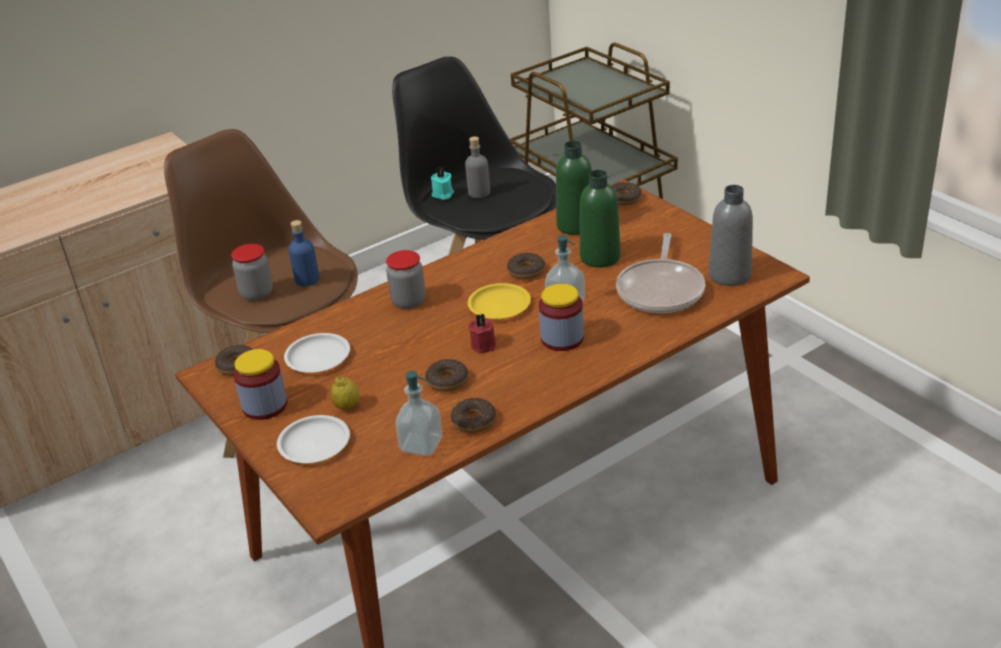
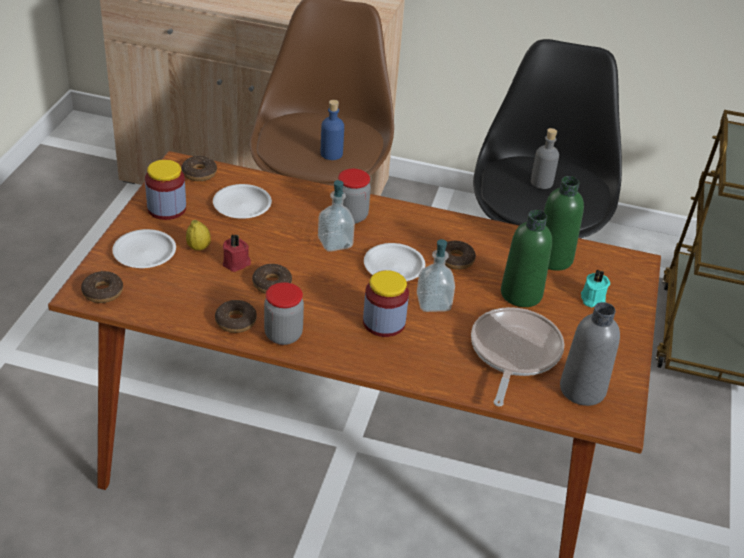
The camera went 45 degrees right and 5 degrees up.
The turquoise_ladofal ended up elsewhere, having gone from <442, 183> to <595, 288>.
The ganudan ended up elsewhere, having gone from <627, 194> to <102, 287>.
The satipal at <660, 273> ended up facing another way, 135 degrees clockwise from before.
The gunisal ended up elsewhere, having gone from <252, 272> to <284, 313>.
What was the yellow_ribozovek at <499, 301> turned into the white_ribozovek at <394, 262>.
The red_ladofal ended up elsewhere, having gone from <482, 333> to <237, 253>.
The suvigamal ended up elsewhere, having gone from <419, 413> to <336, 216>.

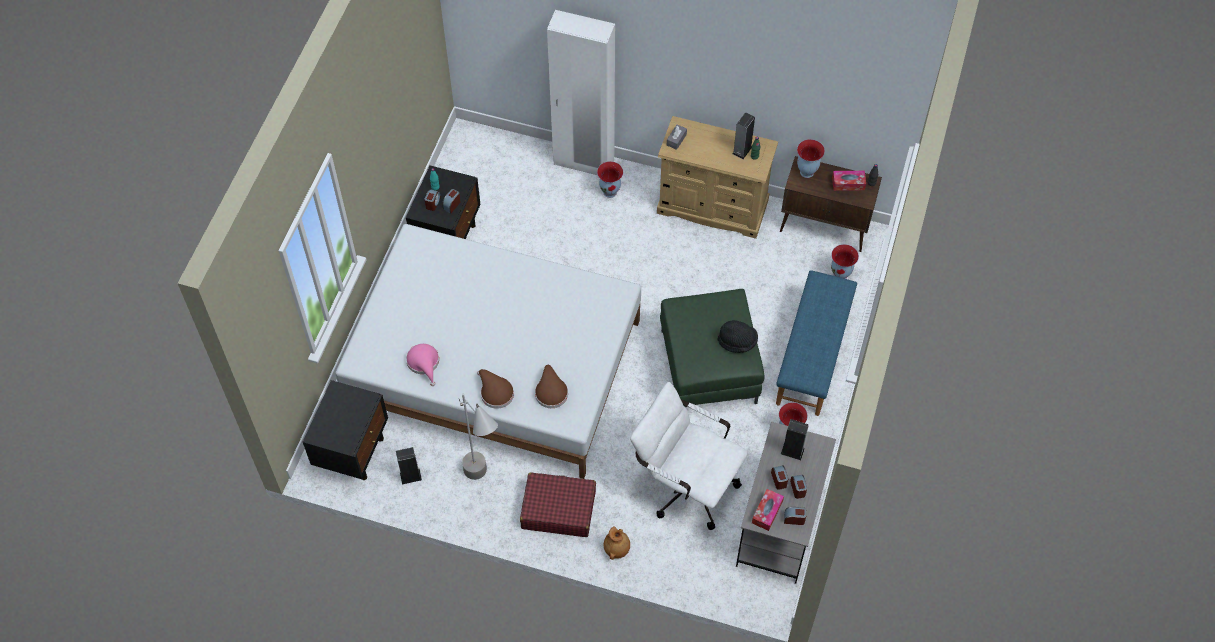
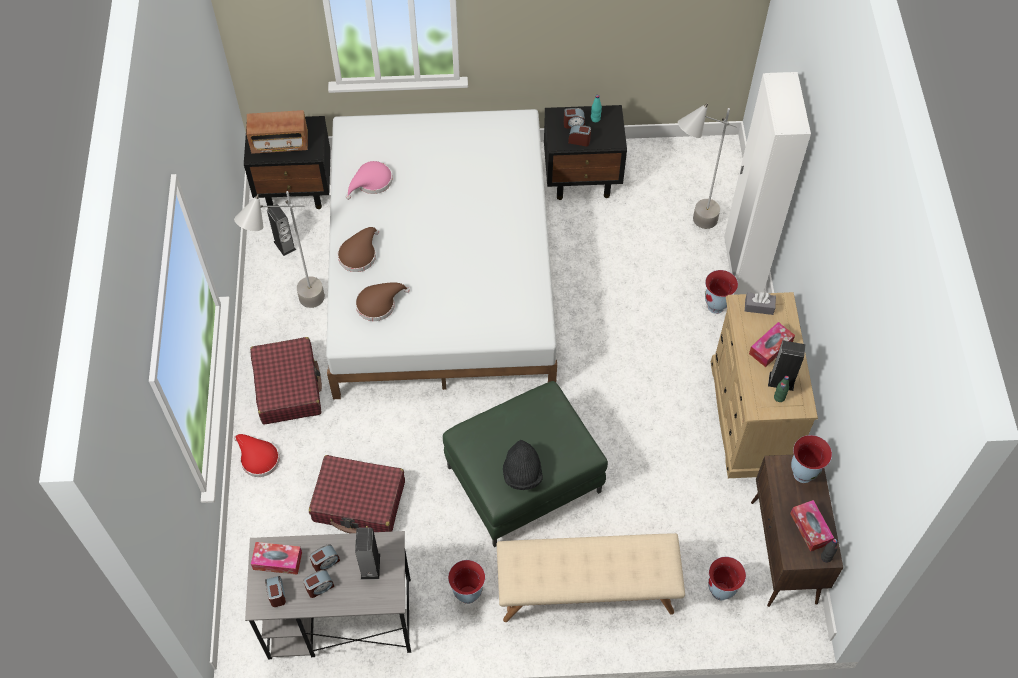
The camera went 70 degrees right and 0 degrees up.
What was the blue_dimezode at <816, 343> turned into the beige_dimezode at <591, 577>.
Where the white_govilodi stood at <689, 456>, the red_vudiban came to stand at <357, 494>.
Where the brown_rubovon stood at <617, 543>, the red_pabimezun came to stand at <257, 455>.
The second view gained the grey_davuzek at <707, 166>.
The second view gained the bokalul at <277, 132>.
The second view gained the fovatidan at <772, 344>.

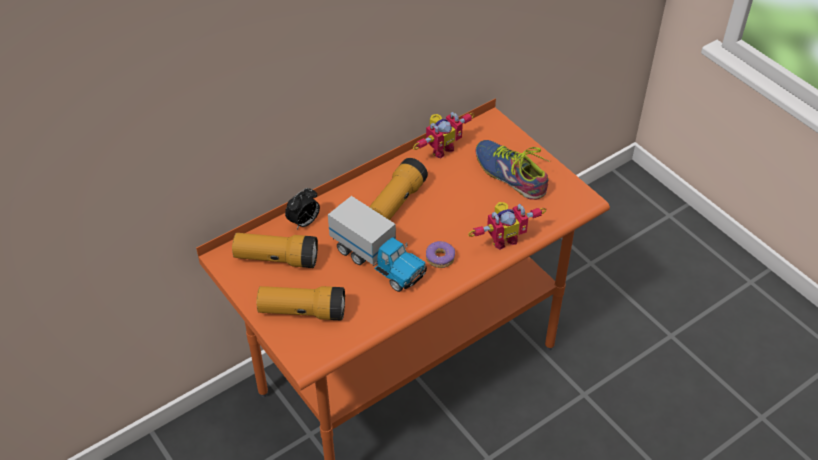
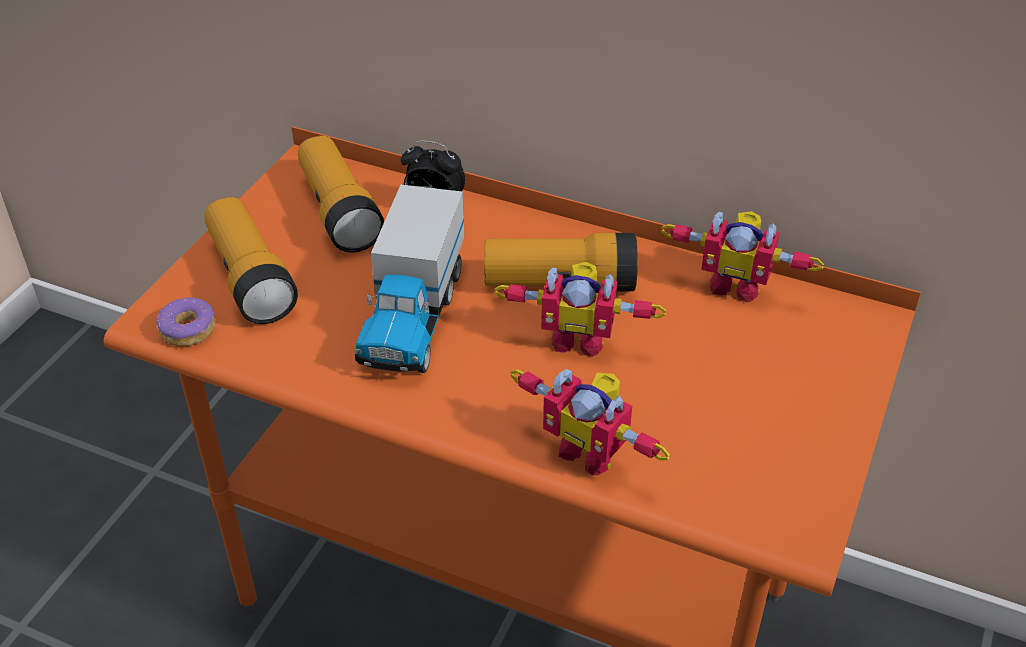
The camera went 60 degrees right and 5 degrees down.
The second view lost the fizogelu at <513, 170>.
The ganudan ended up elsewhere, having gone from <440, 254> to <186, 321>.
The second view gained the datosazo at <580, 309>.

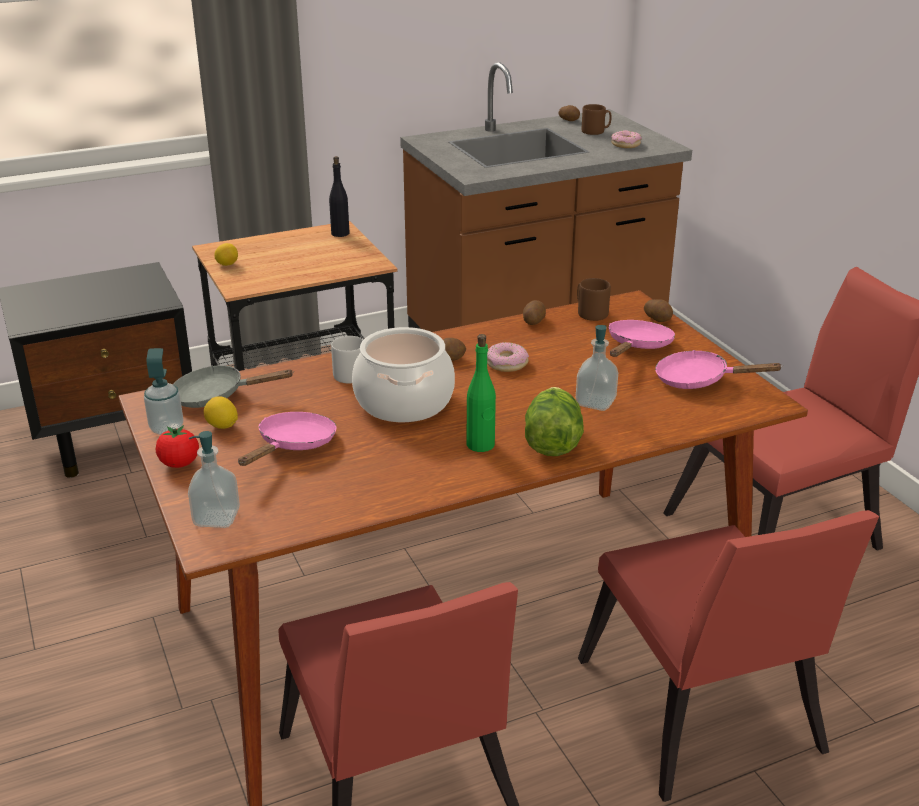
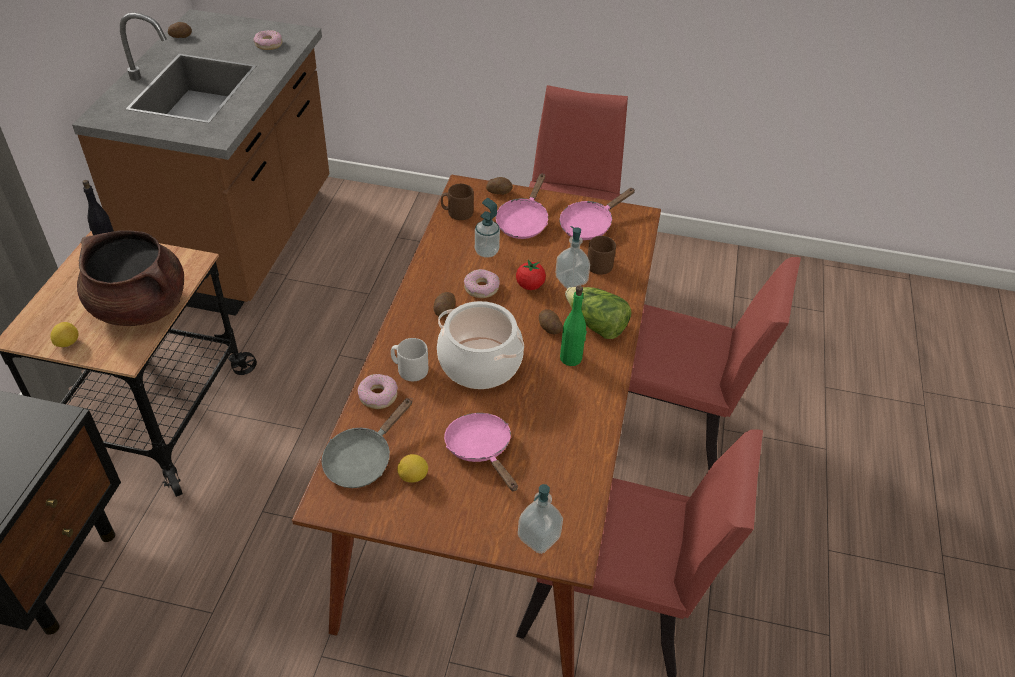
The camera went 55 degrees left and 15 degrees up.
The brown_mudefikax ended up elsewhere, having gone from <596, 119> to <601, 255>.
The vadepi ended up elsewhere, having gone from <534, 312> to <551, 321>.
The pink_satipal at <642, 338> ended up facing another way, 135 degrees counterclockwise from before.
The suvigamal ended up elsewhere, having gone from <163, 391> to <487, 228>.
The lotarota ended up elsewhere, having gone from <177, 446> to <531, 275>.
The second view gained the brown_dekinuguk at <130, 278>.
The second view gained the ganudan at <378, 391>.

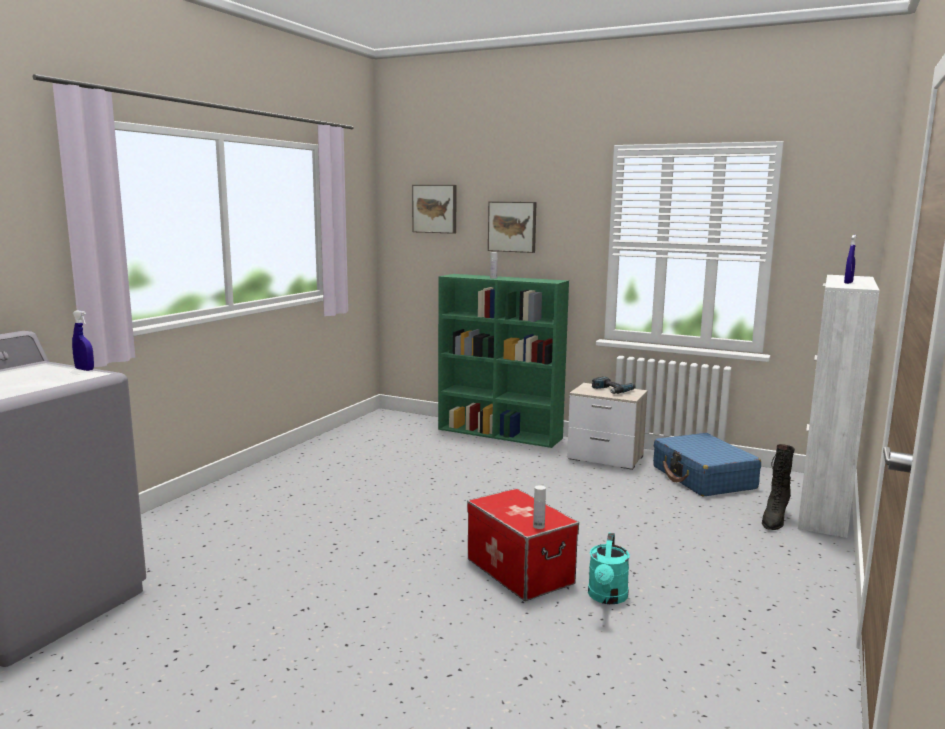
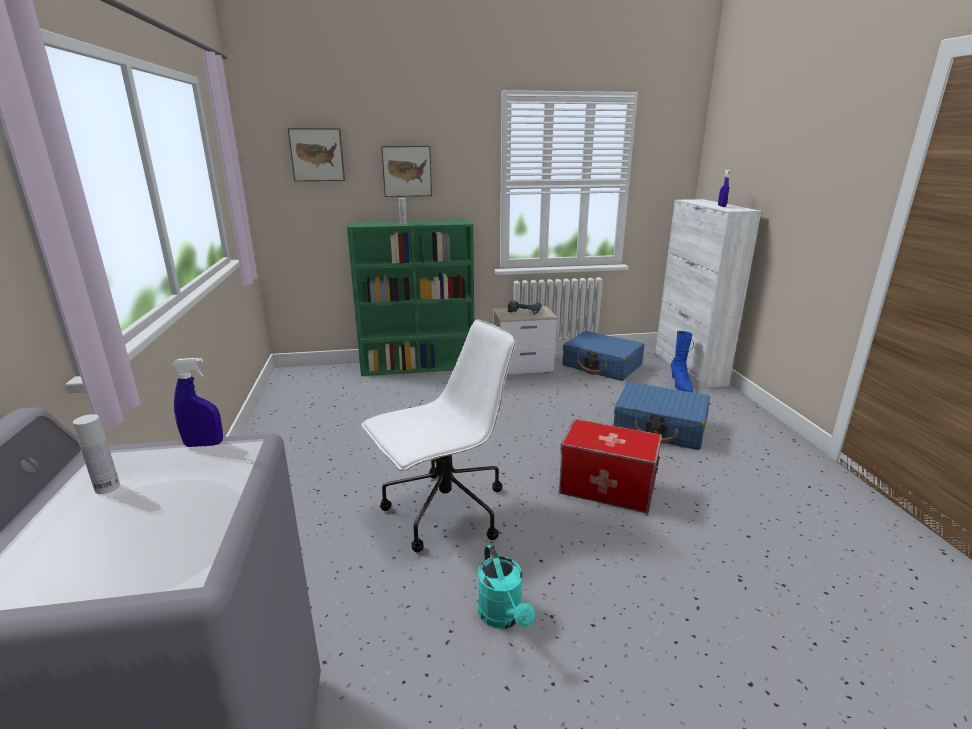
The camera went 35 degrees left and 10 degrees up.
What was the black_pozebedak at <778, 487> turned into the blue_pozebedak at <682, 361>.
The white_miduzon ended up elsewhere, having gone from <539, 507> to <96, 454>.
The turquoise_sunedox ended up elsewhere, having gone from <609, 568> to <506, 586>.
The second view gained the white_govilodi at <439, 436>.
The second view gained the blue_vudiban at <661, 415>.

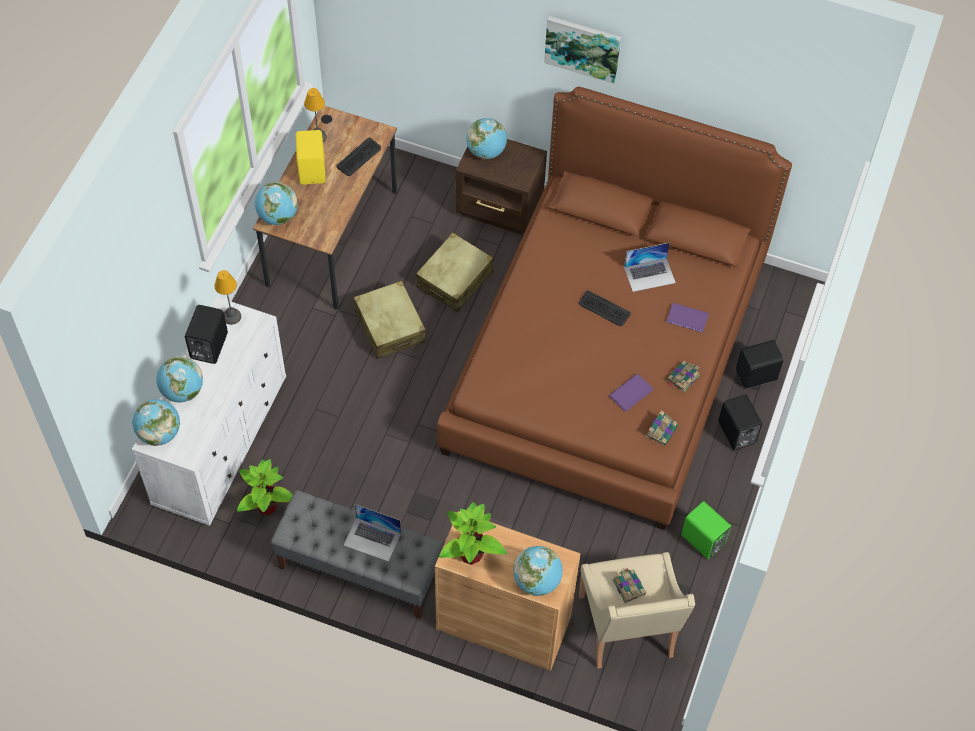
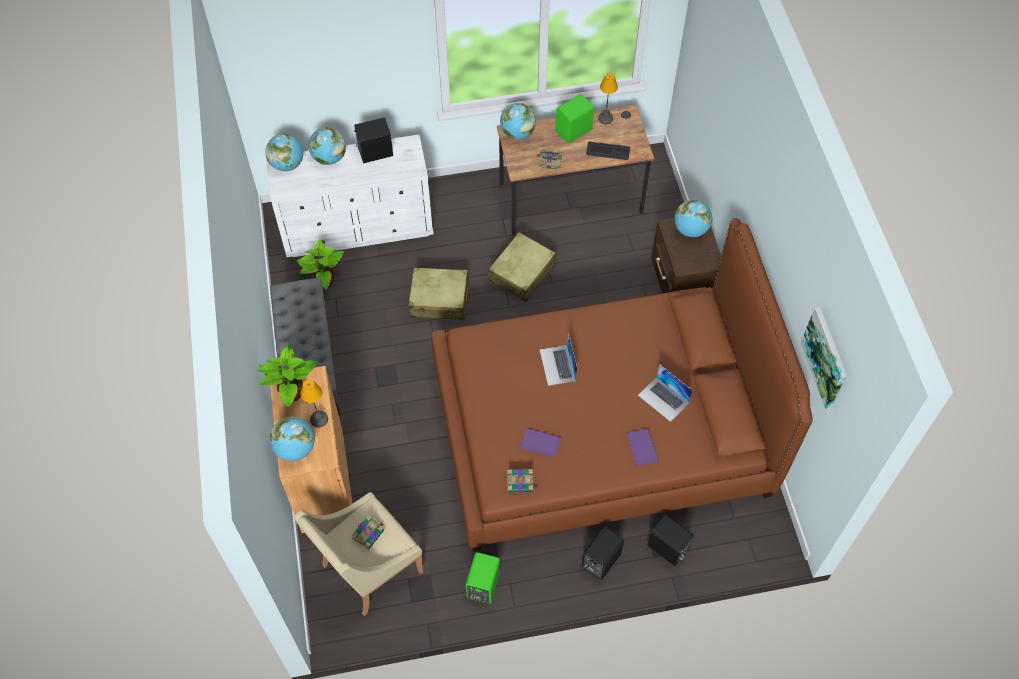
The camera went 60 degrees right and 0 degrees up.
The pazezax ended up elsewhere, having gone from <582, 50> to <824, 358>.
What was the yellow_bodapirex at <311, 157> turned into the green_bodapirex at <574, 118>.
The beige_vudiban ended up elsewhere, having gone from <455, 272> to <439, 294>.
The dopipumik ended up elsewhere, having gone from <227, 297> to <314, 403>.
The second view lost the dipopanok at <605, 308>.
The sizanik ended up elsewhere, having gone from <683, 376> to <549, 160>.
The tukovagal ended up elsewhere, having gone from <372, 533> to <558, 359>.

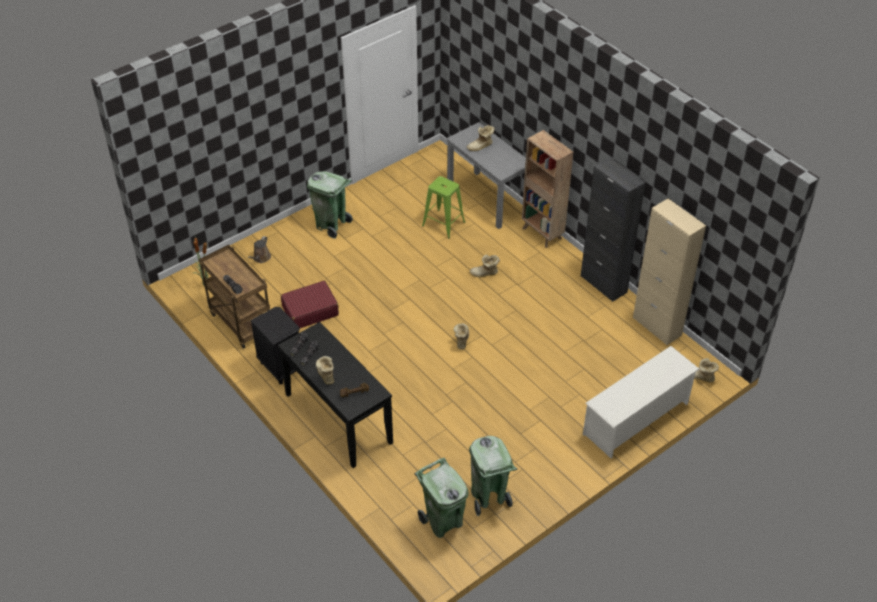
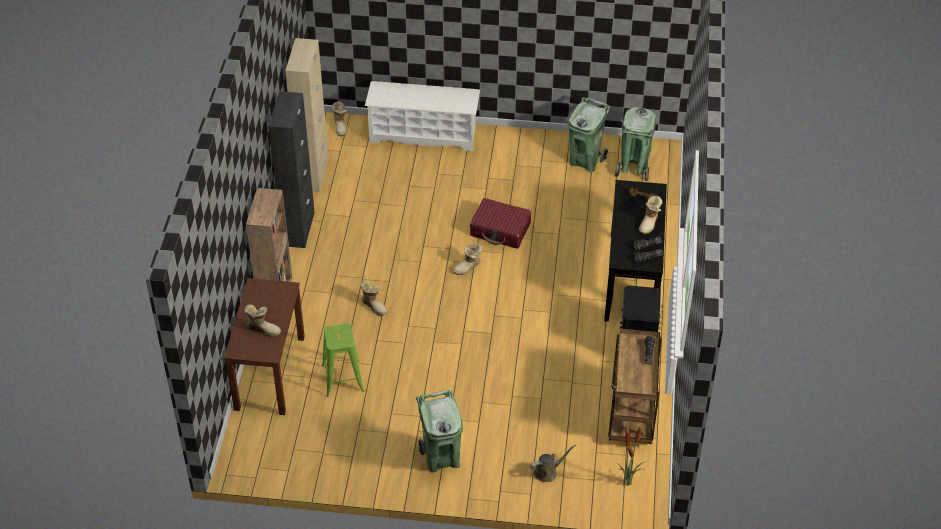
The camera went 135 degrees left and 0 degrees up.
What was the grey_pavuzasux at <486, 175> turned into the brown_pavuzasux at <264, 346>.
The red_vudiban ended up elsewhere, having gone from <310, 304> to <500, 223>.

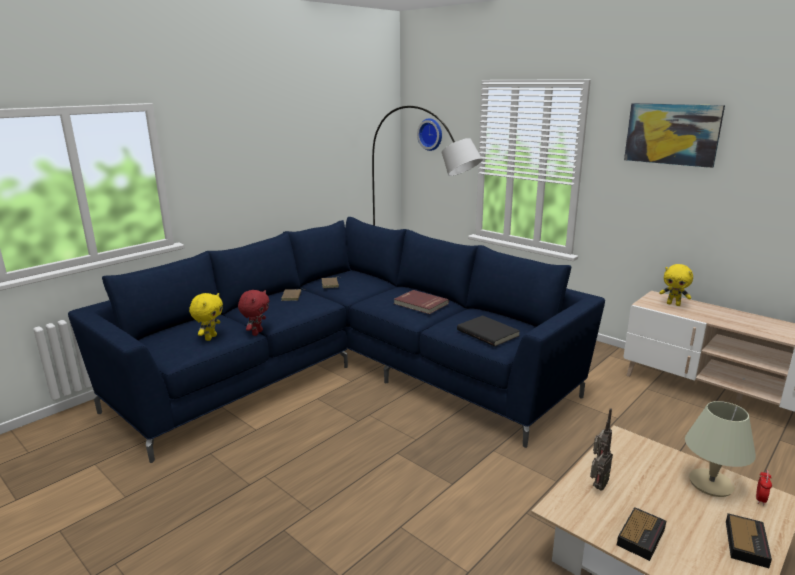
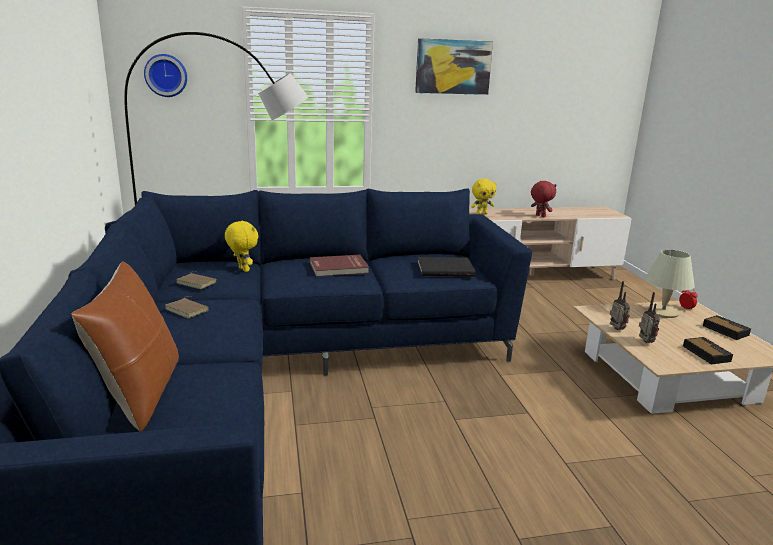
The camera went 55 degrees left and 0 degrees up.
The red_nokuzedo ended up elsewhere, having gone from <253, 313> to <543, 199>.
The yellow_nokuzedo ended up elsewhere, having gone from <206, 317> to <241, 246>.
The second view gained the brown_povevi at <125, 346>.

